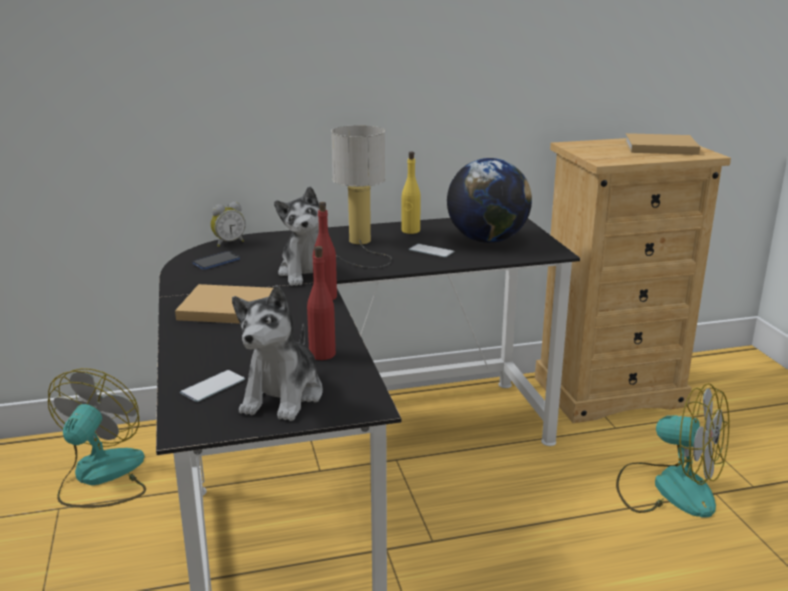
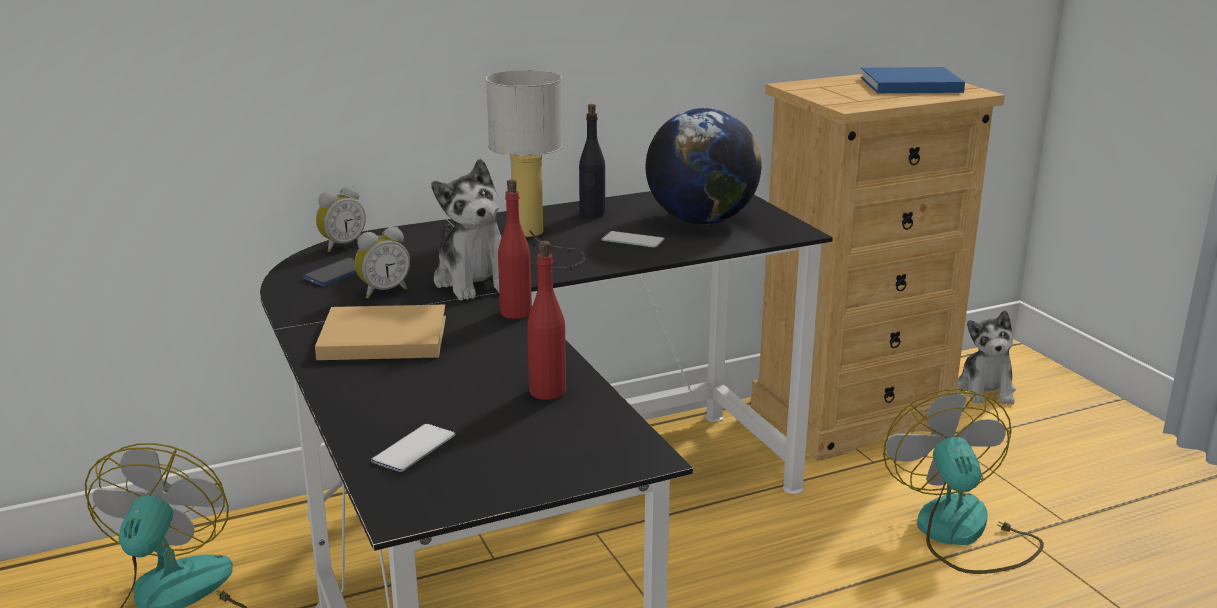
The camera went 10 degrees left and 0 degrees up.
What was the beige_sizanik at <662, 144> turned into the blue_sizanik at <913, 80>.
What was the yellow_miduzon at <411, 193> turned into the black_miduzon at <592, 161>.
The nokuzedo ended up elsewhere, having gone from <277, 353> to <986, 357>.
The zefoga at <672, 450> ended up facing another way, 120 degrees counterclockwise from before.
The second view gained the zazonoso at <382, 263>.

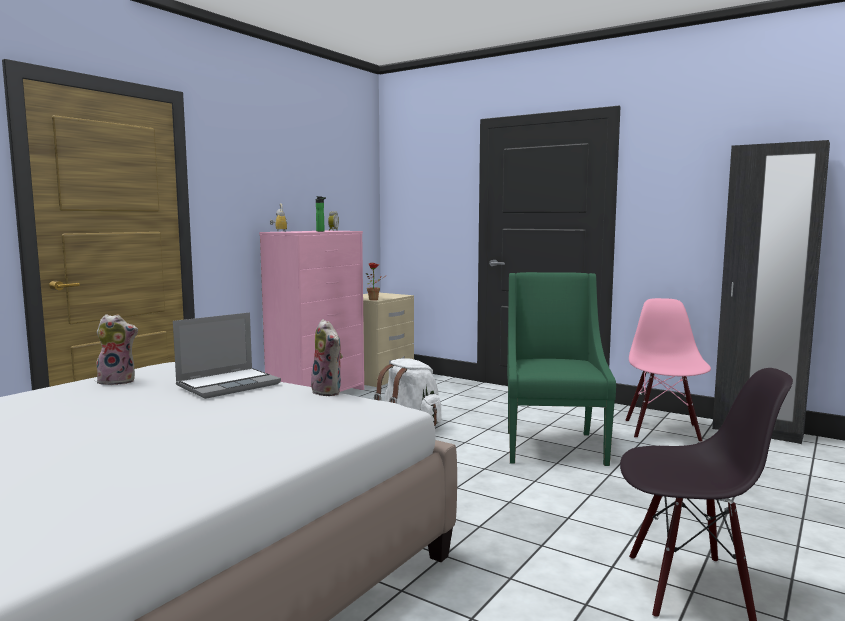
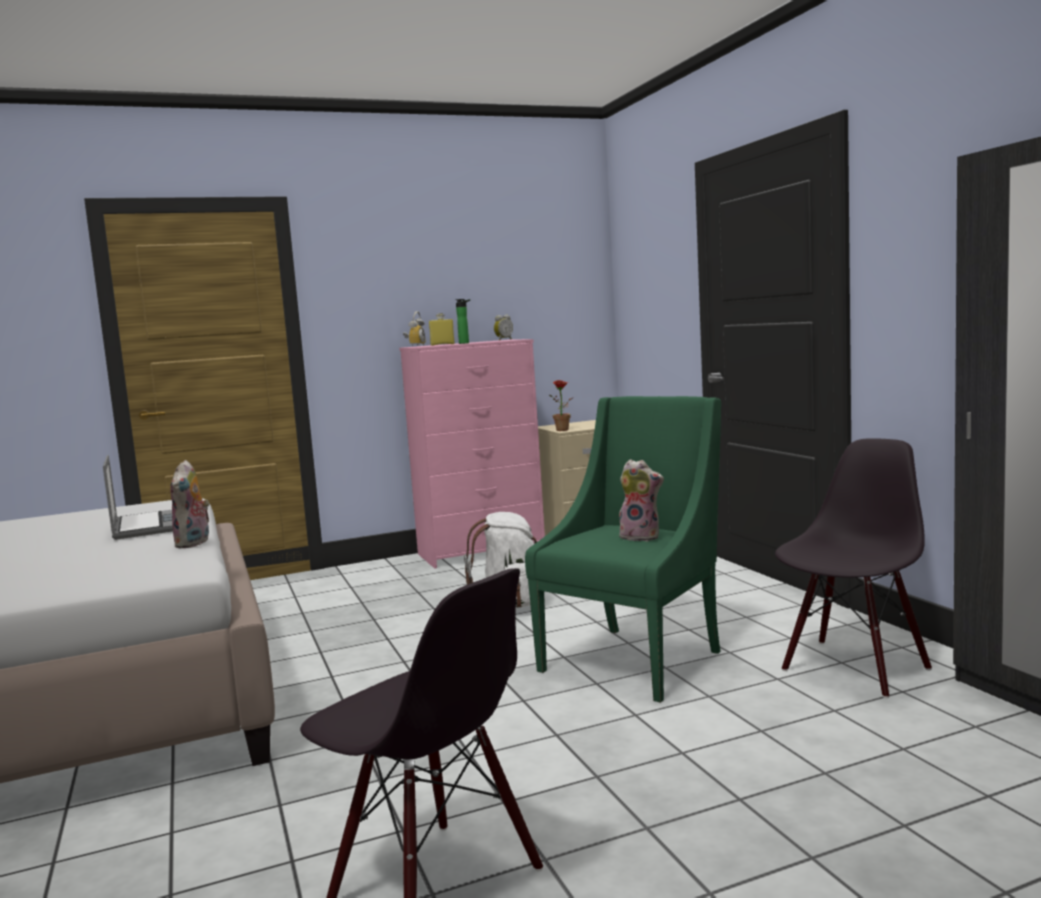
The camera went 35 degrees right and 0 degrees up.
What was the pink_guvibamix at <668, 370> turned into the black_guvibamix at <853, 568>.
The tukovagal at <227, 355> ended up facing another way, 105 degrees counterclockwise from before.
The nokuzedo ended up elsewhere, having gone from <116, 349> to <641, 500>.
The second view gained the yellow_miduzon at <442, 329>.

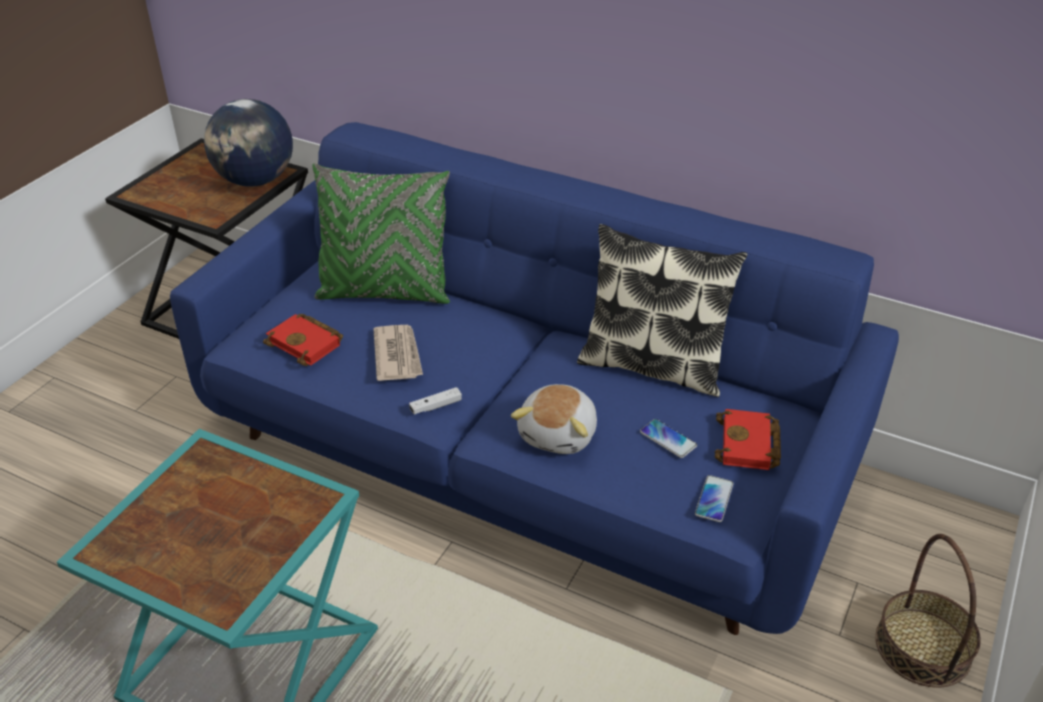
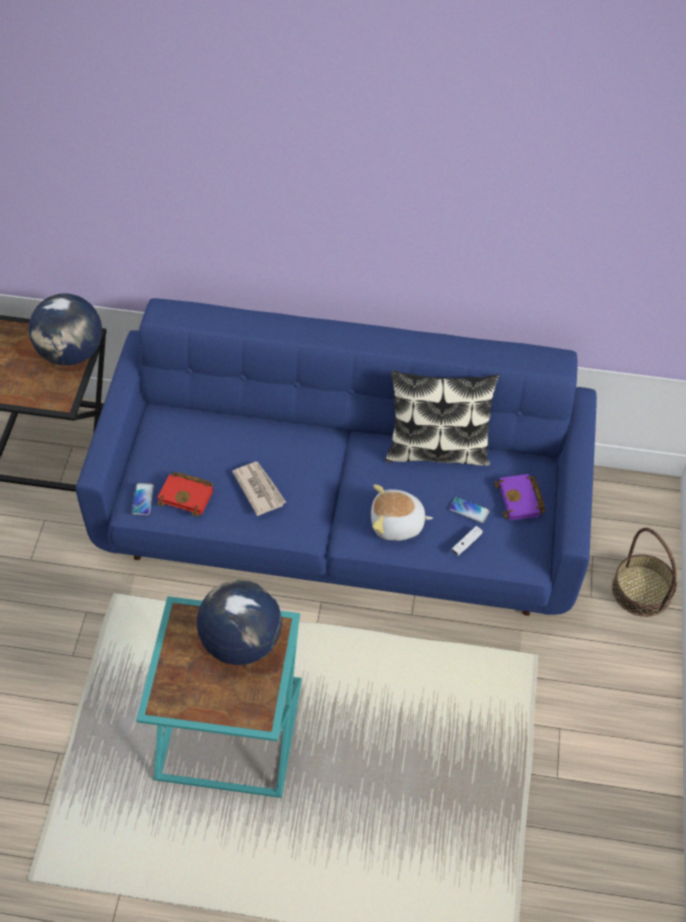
The camera went 20 degrees left and 15 degrees up.
The second view lost the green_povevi at <381, 233>.
The nokuzedo at <554, 419> ended up facing another way, 90 degrees clockwise from before.
The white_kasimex ended up elsewhere, having gone from <435, 400> to <467, 541>.
What was the red_sizanik at <748, 439> turned into the purple_sizanik at <519, 497>.
The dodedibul ended up elsewhere, having gone from <714, 498> to <143, 499>.
The second view gained the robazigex at <239, 622>.

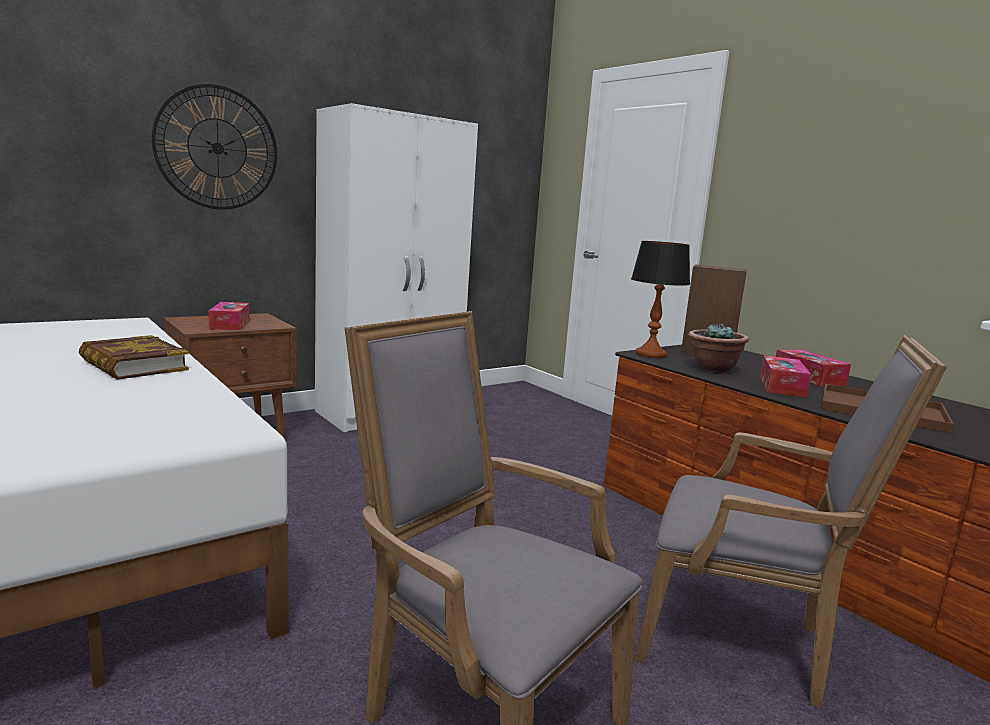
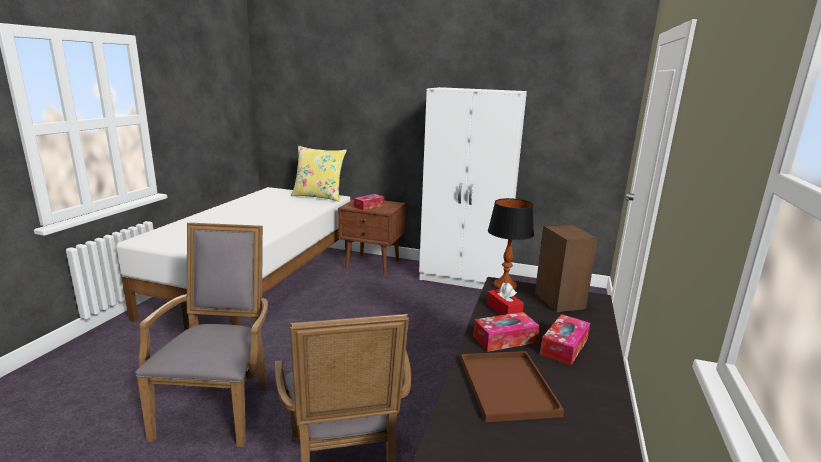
The camera went 55 degrees right and 5 degrees up.
The second view lost the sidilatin at <214, 147>.
Where the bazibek stood at <718, 348>, the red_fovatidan came to stand at <505, 299>.
The second view lost the sizanik at <134, 357>.
The second view gained the yellow_povevi at <319, 174>.

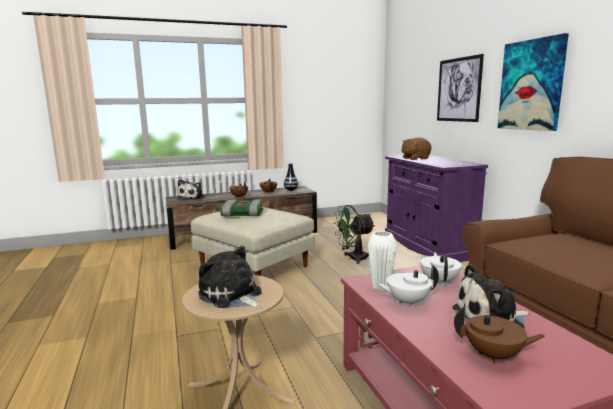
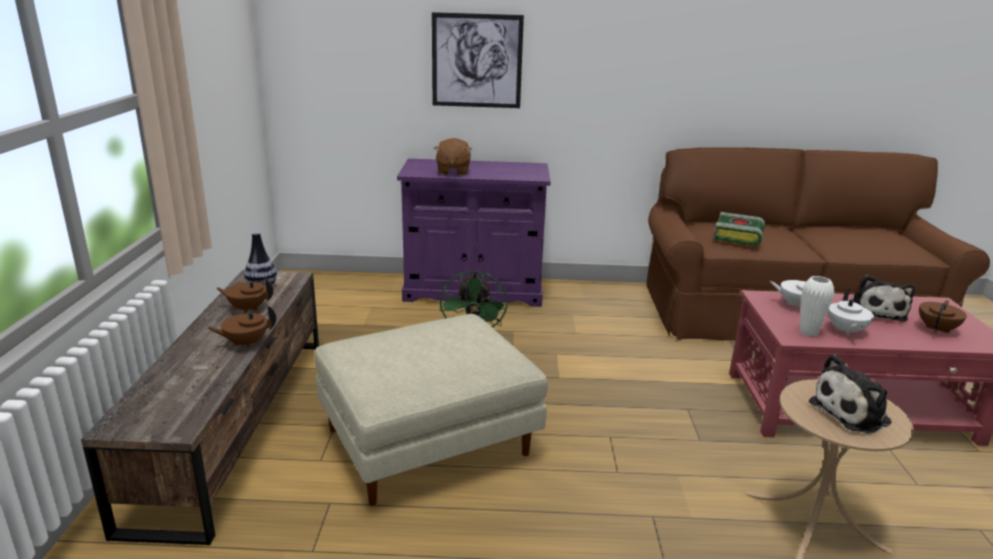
The camera went 70 degrees left and 10 degrees up.
The second view lost the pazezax at <533, 82>.
The second view lost the nokuzedo at <191, 189>.
The sizanik ended up elsewhere, having gone from <241, 208> to <739, 228>.

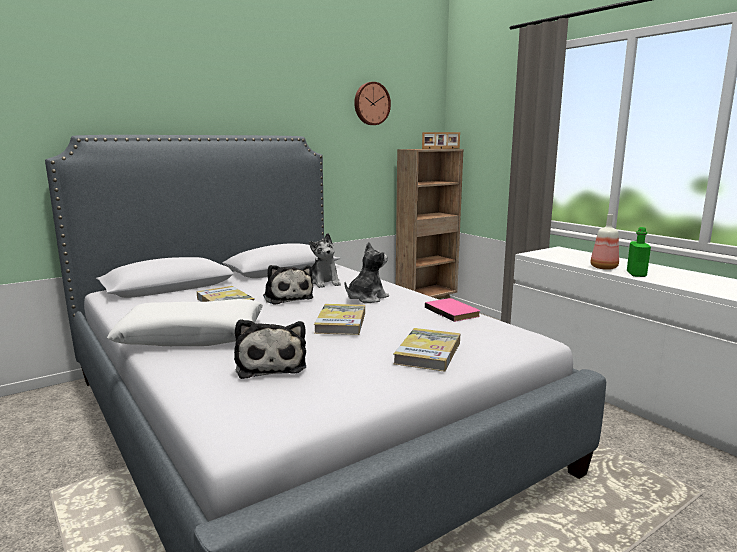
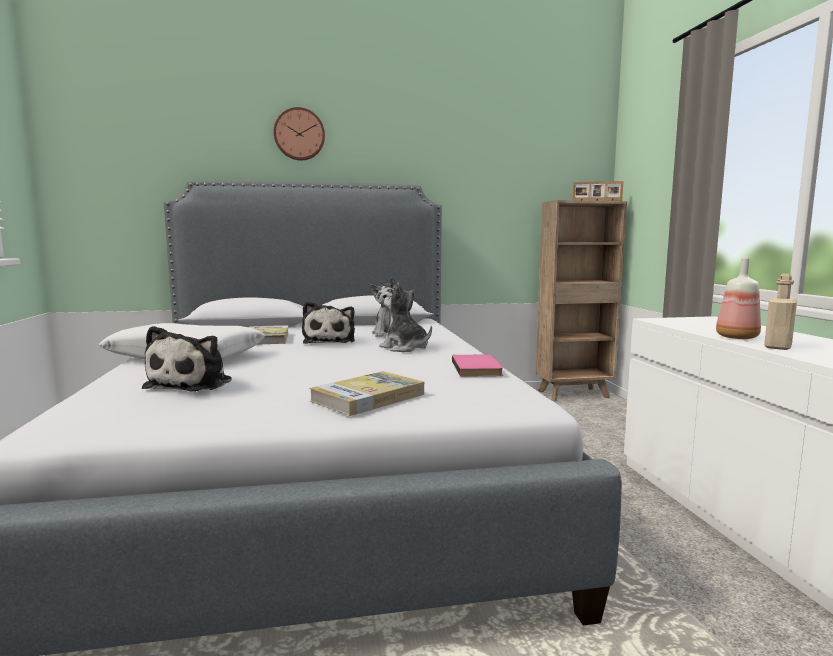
The camera went 25 degrees right and 5 degrees down.
The sidilatin ended up elsewhere, having gone from <372, 103> to <299, 134>.
What was the green_miduzon at <639, 252> turned into the beige_miduzon at <780, 312>.
The nokuzedo at <367, 272> ended up facing another way, 120 degrees counterclockwise from before.
The second view lost the sizanik at <339, 319>.

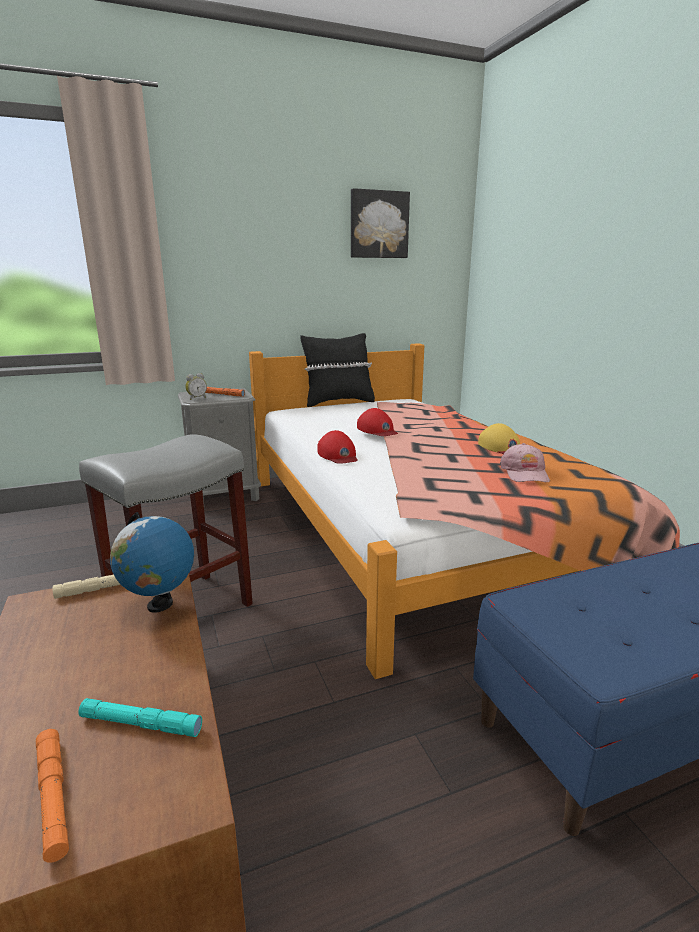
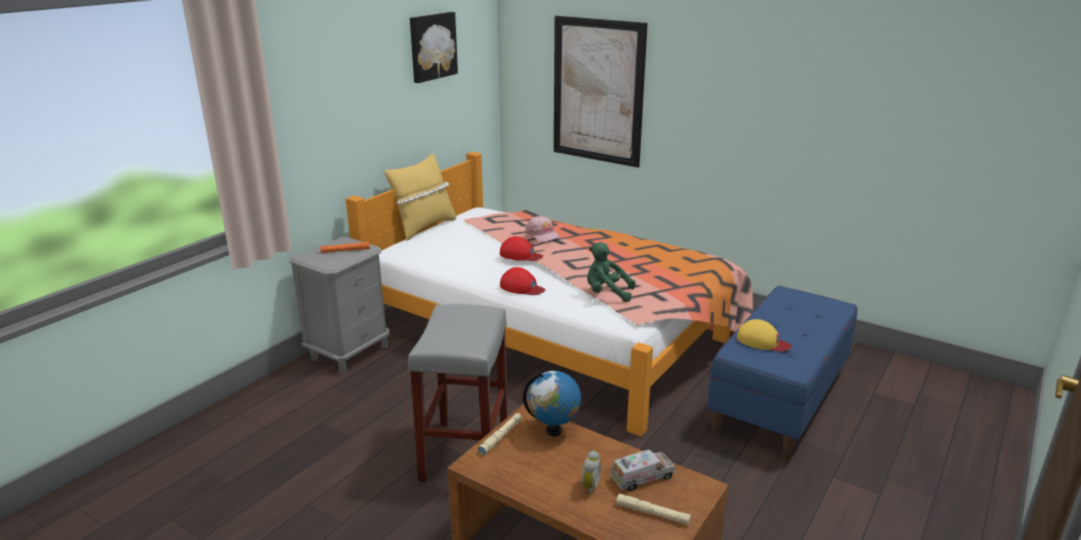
The camera went 35 degrees left and 5 degrees up.
What was the black_povevi at <337, 370> turned into the yellow_povevi at <420, 197>.
The zazonoso ended up elsewhere, having gone from <196, 386> to <591, 473>.
The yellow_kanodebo ended up elsewhere, having gone from <499, 438> to <764, 335>.
The pink_kanodebo ended up elsewhere, having gone from <525, 462> to <543, 229>.
Where the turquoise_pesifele stood at <140, 717>, the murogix came to stand at <642, 470>.
What was the orange_pesifele at <52, 796> turned into the beige_pesifele at <653, 509>.
The second view gained the pazezax at <601, 92>.
The second view gained the green_nokuzedo at <611, 272>.

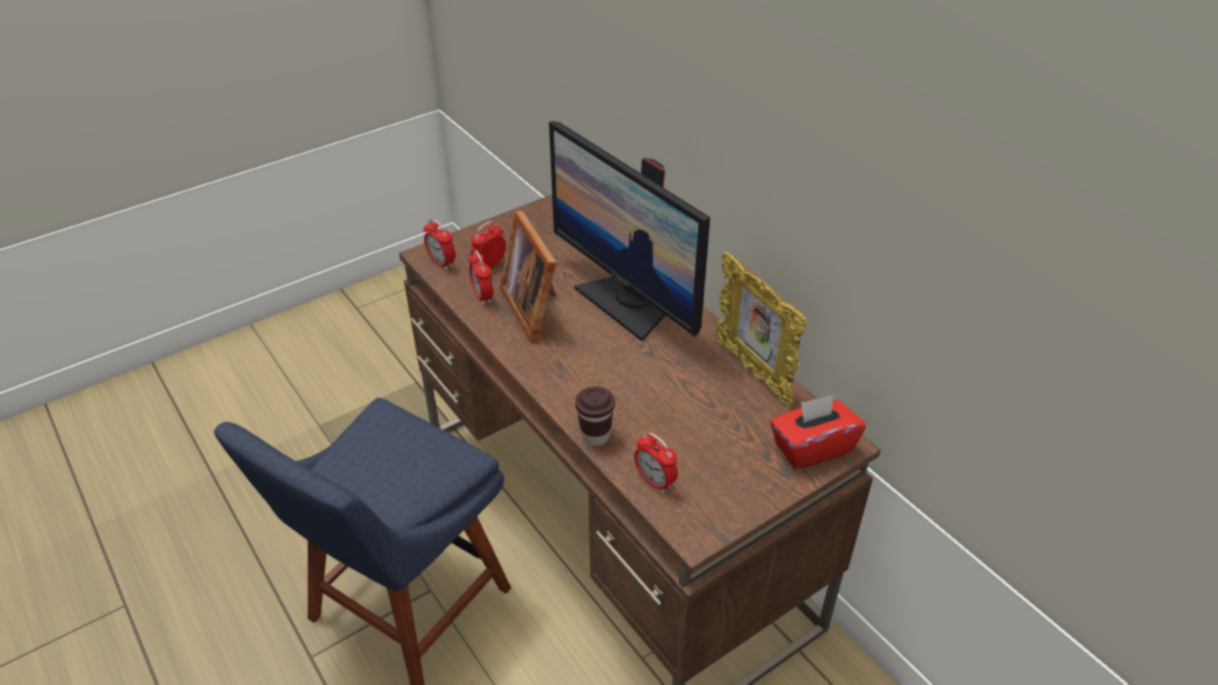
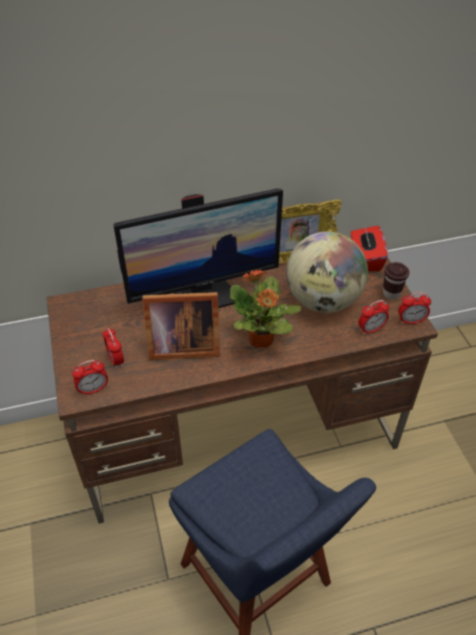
The camera went 70 degrees left and 5 degrees up.
The zazonoso ended up elsewhere, having gone from <480, 277> to <414, 308>.
The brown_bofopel ended up elsewhere, having gone from <595, 416> to <396, 281>.
The second view gained the robazigex at <327, 272>.
The second view gained the bazibek at <266, 309>.

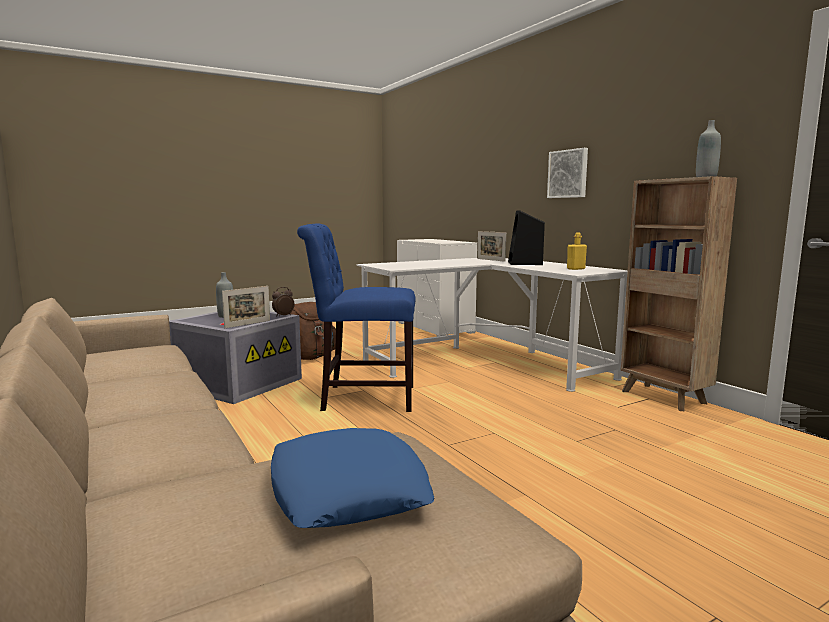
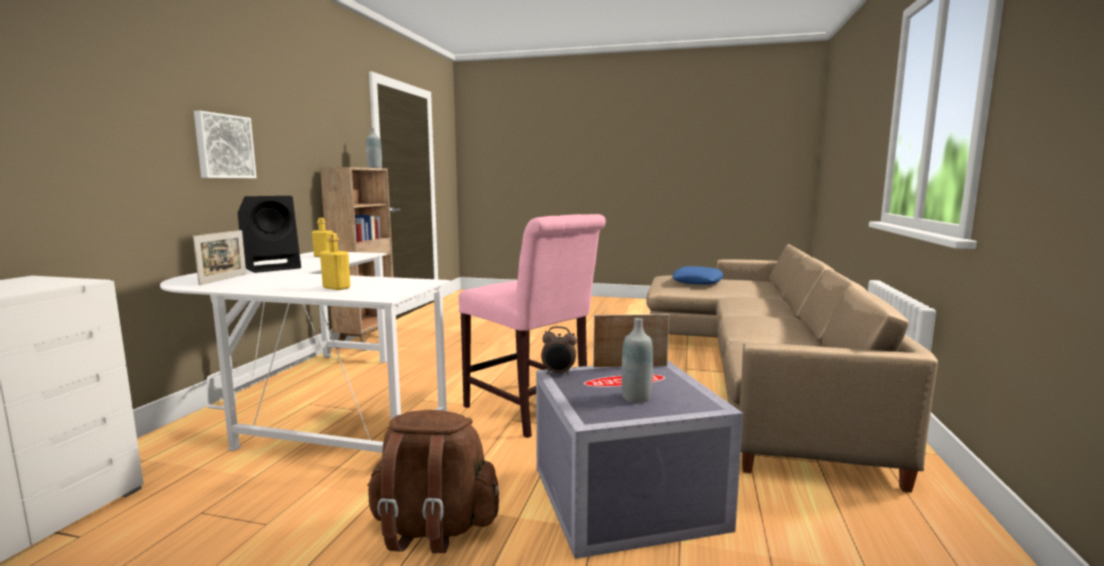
The camera went 135 degrees left and 0 degrees up.
What was the blue_guvibamix at <356, 317> turned into the pink_guvibamix at <532, 326>.
The second view gained the yellow_miduzon at <335, 261>.

